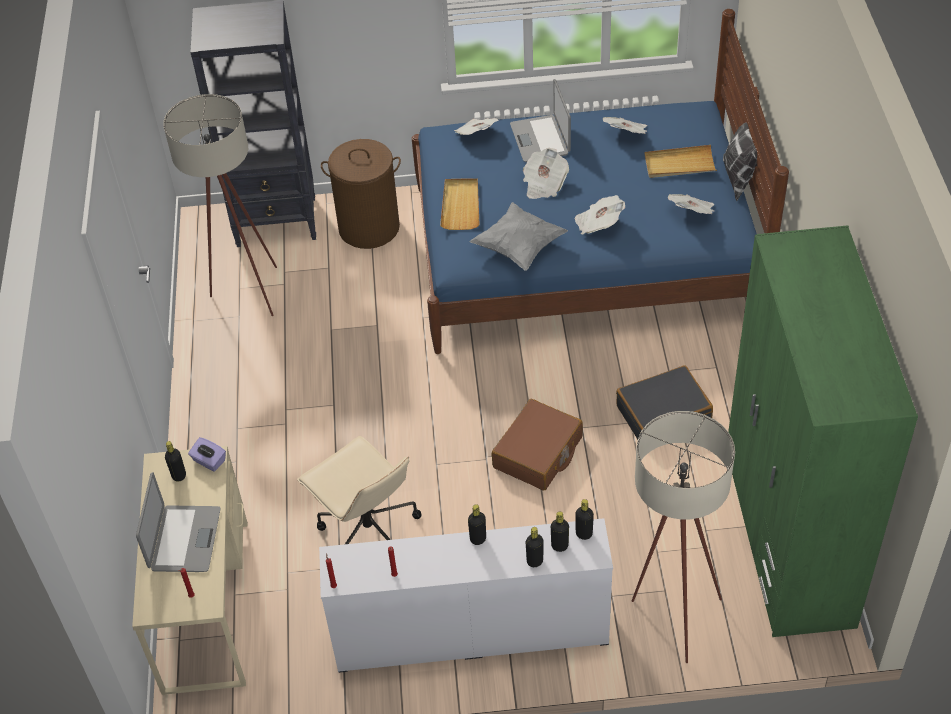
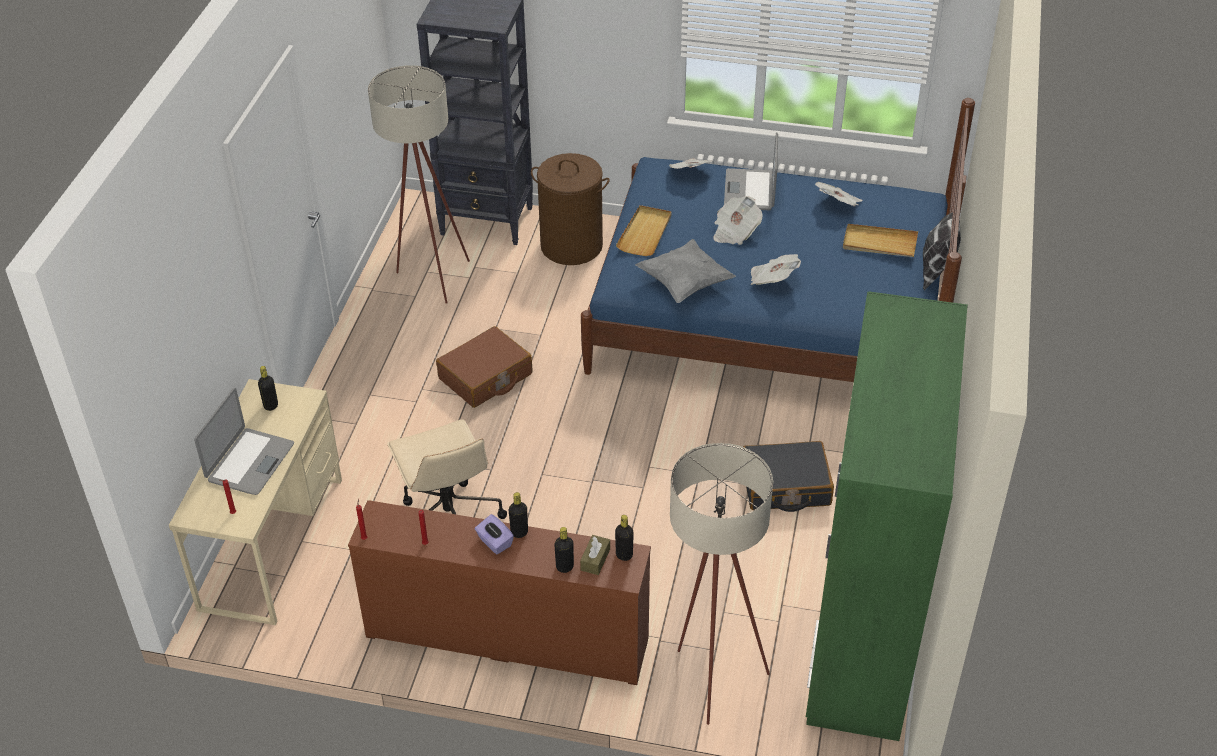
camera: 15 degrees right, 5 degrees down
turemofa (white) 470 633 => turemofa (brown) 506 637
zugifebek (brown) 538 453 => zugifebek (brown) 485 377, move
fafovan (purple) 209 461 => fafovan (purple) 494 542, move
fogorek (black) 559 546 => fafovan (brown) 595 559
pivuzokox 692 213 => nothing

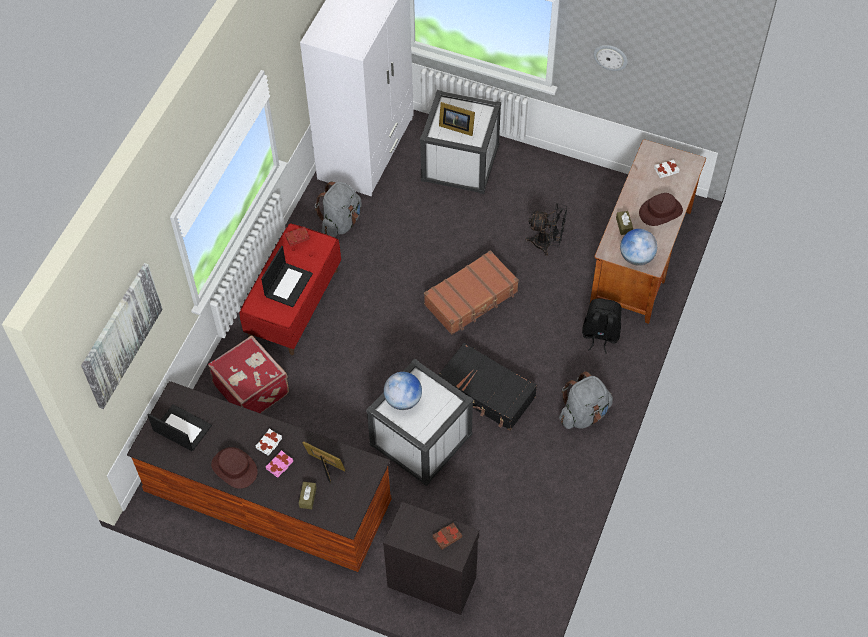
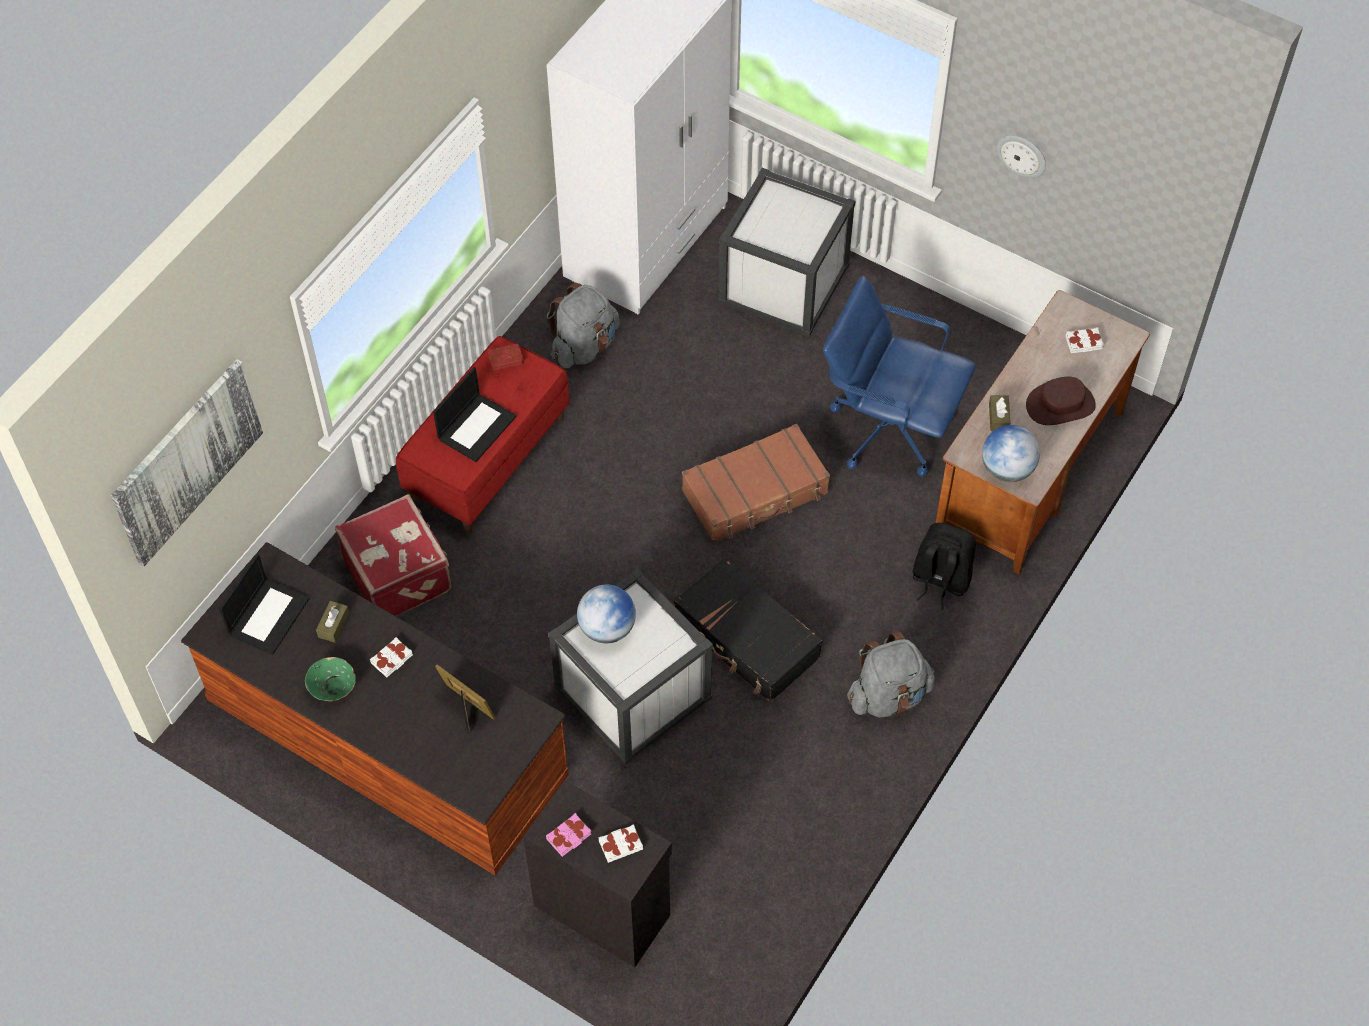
camera: 10 degrees right, 0 degrees up
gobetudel 181 428 => gobetudel 268 615, 75 degrees clockwise
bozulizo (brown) 234 468 => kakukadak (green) 333 688
fafovan (brown) 308 497 => fafovan (brown) 333 625, move
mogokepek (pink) 280 465 => mogokepek (pink) 569 837, move
mogokepek (brown) 447 537 => mogokepek (white) 620 845
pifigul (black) 547 244 => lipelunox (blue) 889 428
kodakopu 456 127 => nothing

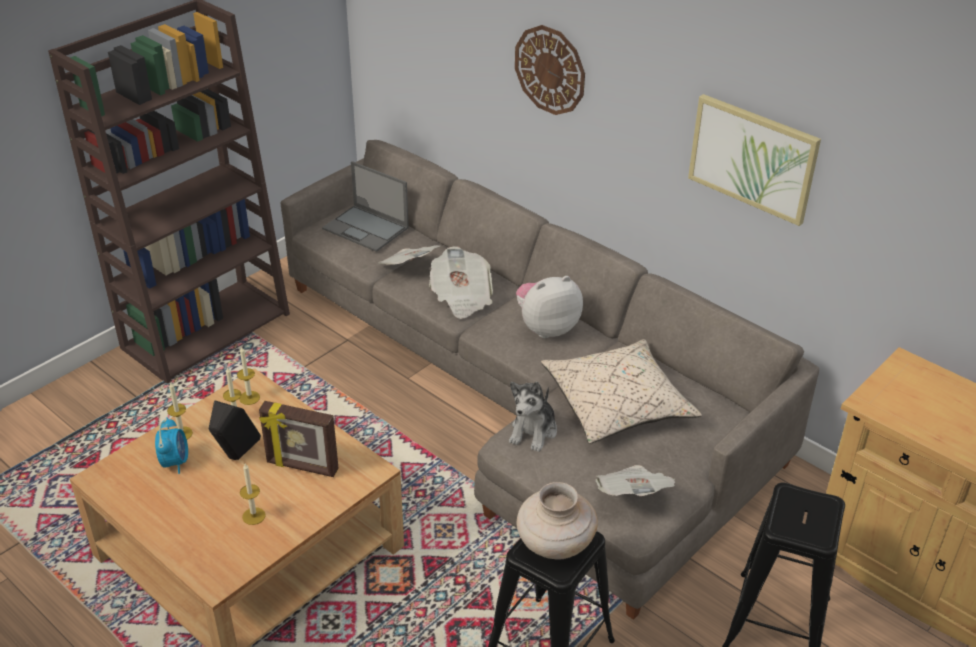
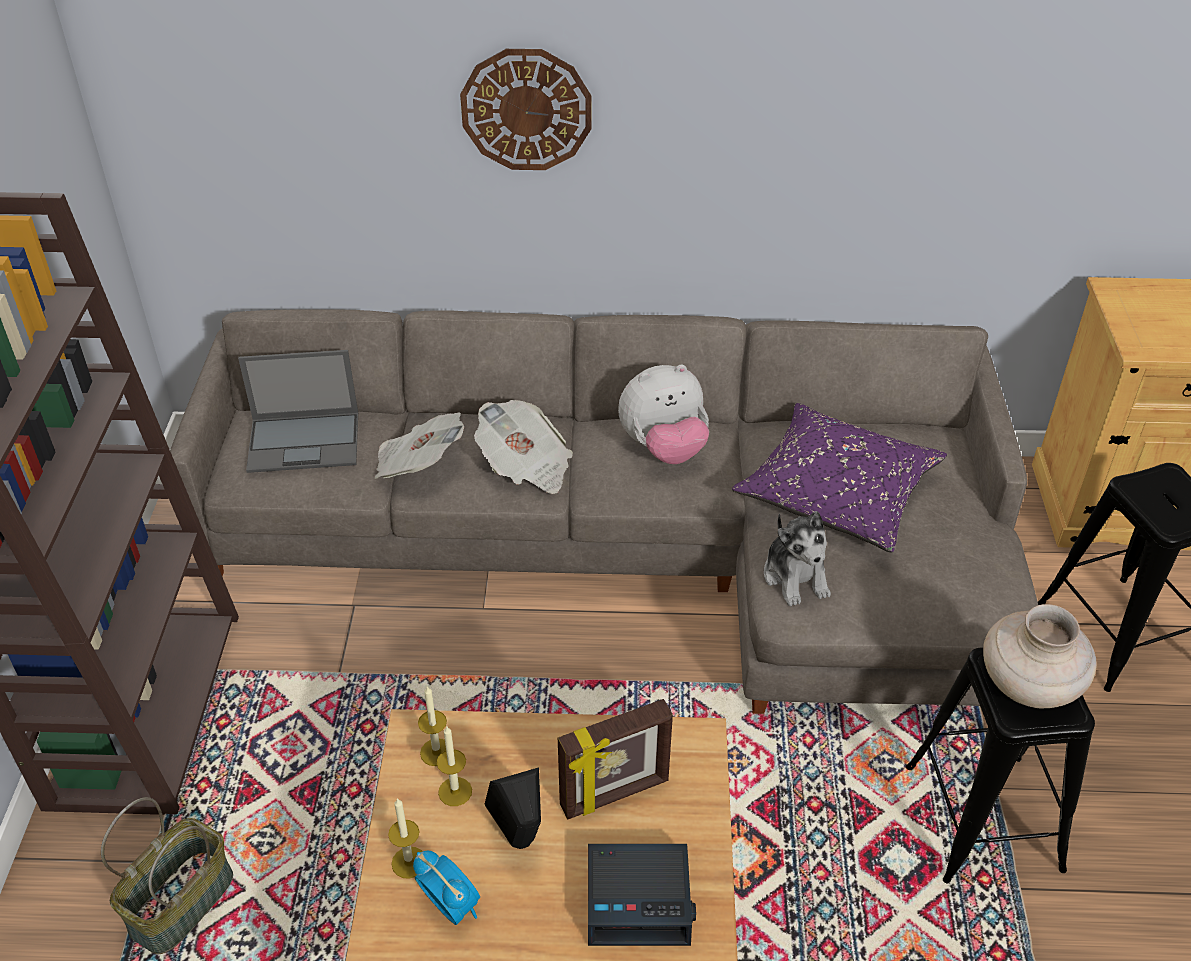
camera: 40 degrees left, 5 degrees up
nothing => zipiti 181 901
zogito 253 516 => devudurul 639 900
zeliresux 546 327 => zeliresux 664 448, 135 degrees counterclockwise
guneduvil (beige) 617 404 => guneduvil (purple) 837 493
pivuzokox 632 496 => nothing
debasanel 753 158 => nothing

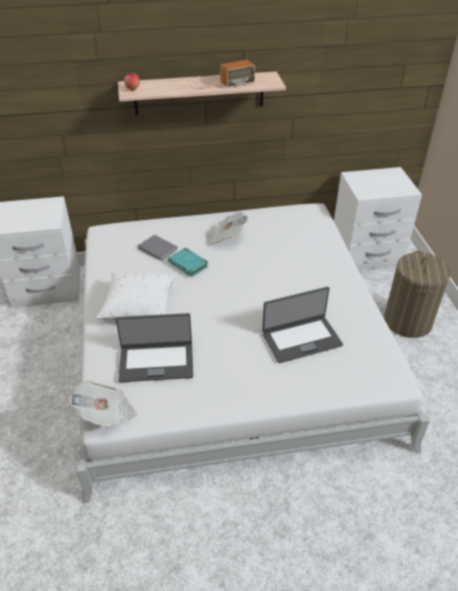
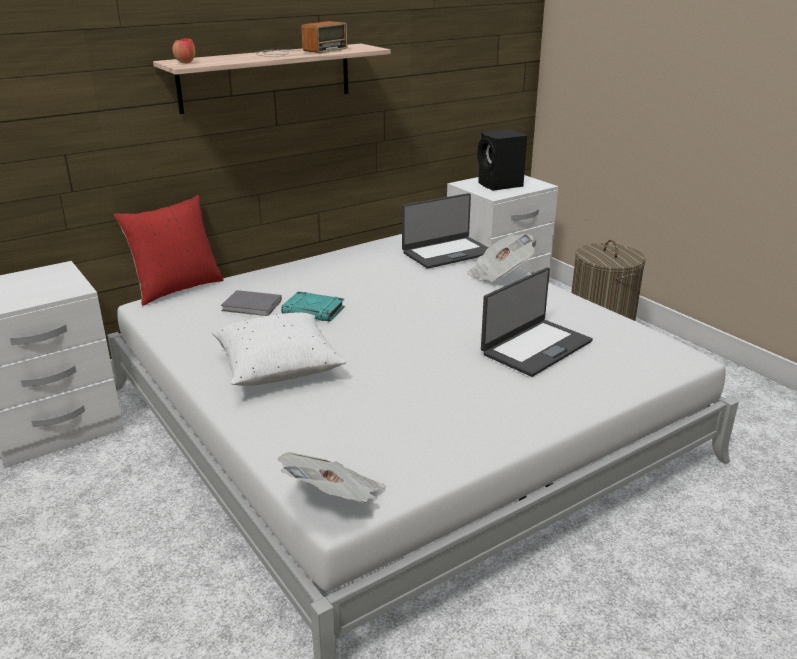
camera: 25 degrees left, 15 degrees down
nothing => guneduvil (red) 177 288
gobetudel 156 362 => gobetudel 447 253, move
pivuzokox 225 238 => pivuzokox 499 273, move
nothing => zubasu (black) 500 185

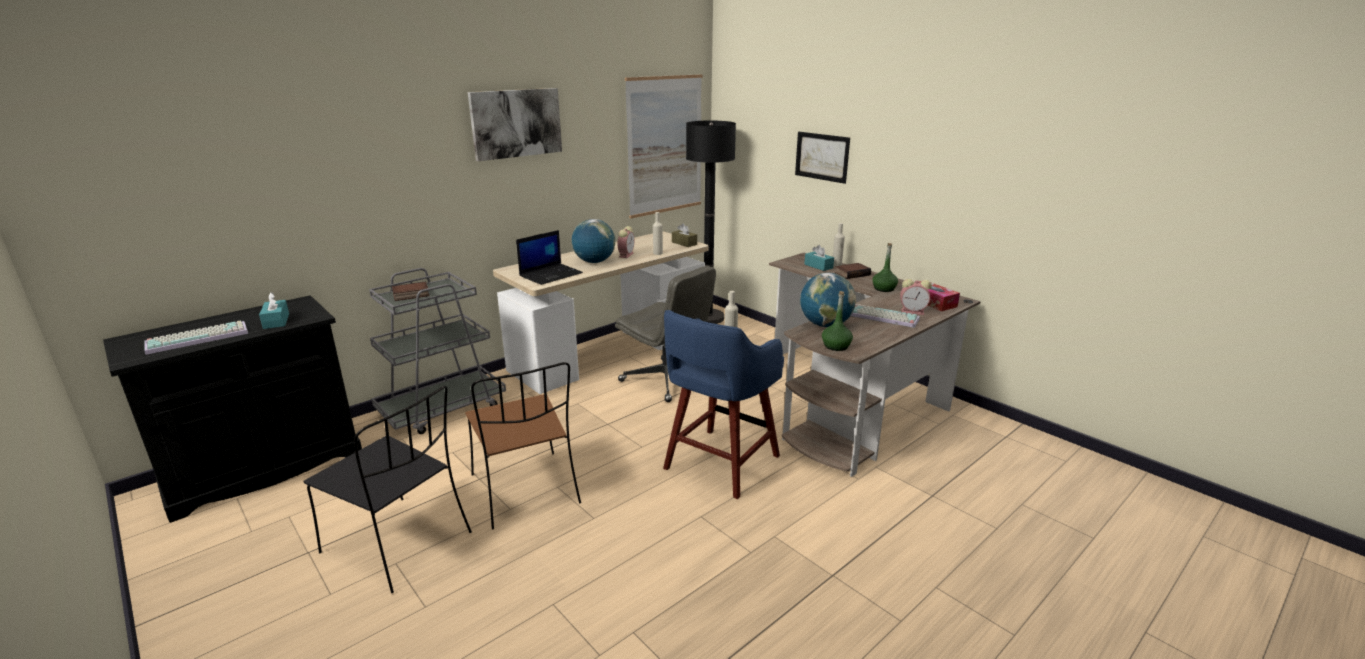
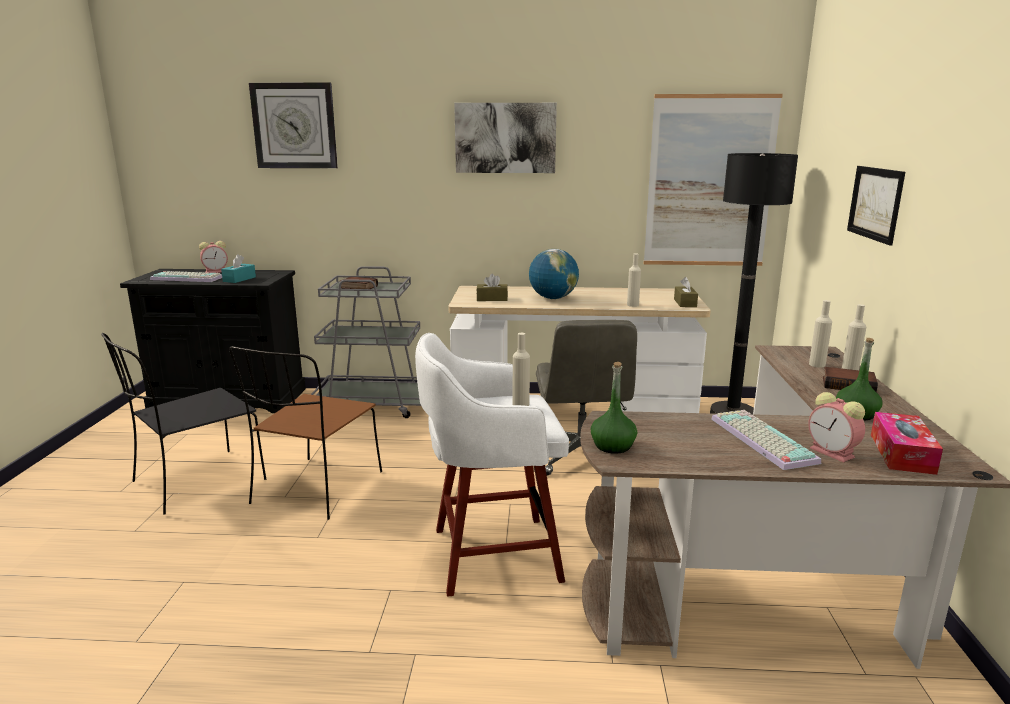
camera: 45 degrees right, 5 degrees down
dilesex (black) 400 544 => dilesex (black) 196 482, 60 degrees clockwise
devudurul 626 255 => devudurul 216 271, move
nothing => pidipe 294 126
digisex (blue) 719 464 => digisex (white) 491 555
gobetudel 551 274 => fafovan (brown) 492 299
fafovan (turquoise) 818 266 => fogorek (beige) 817 365
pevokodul 825 325 => nothing

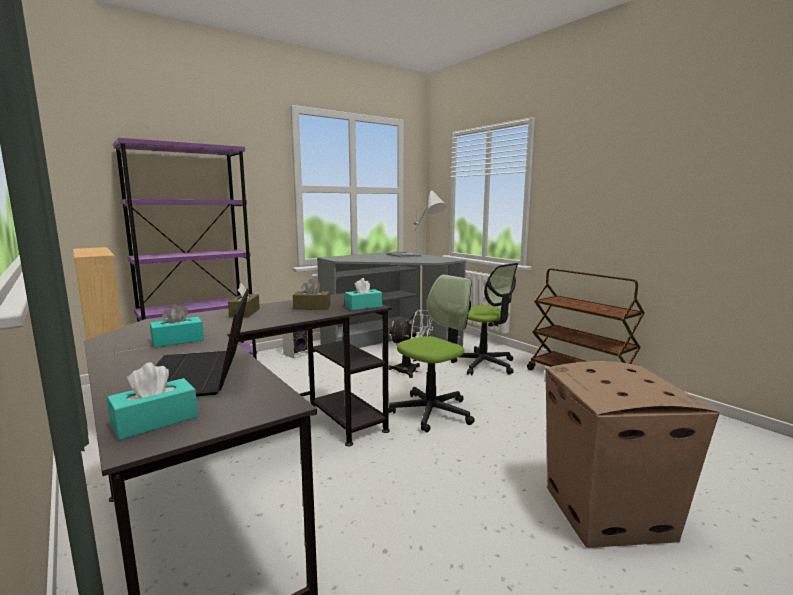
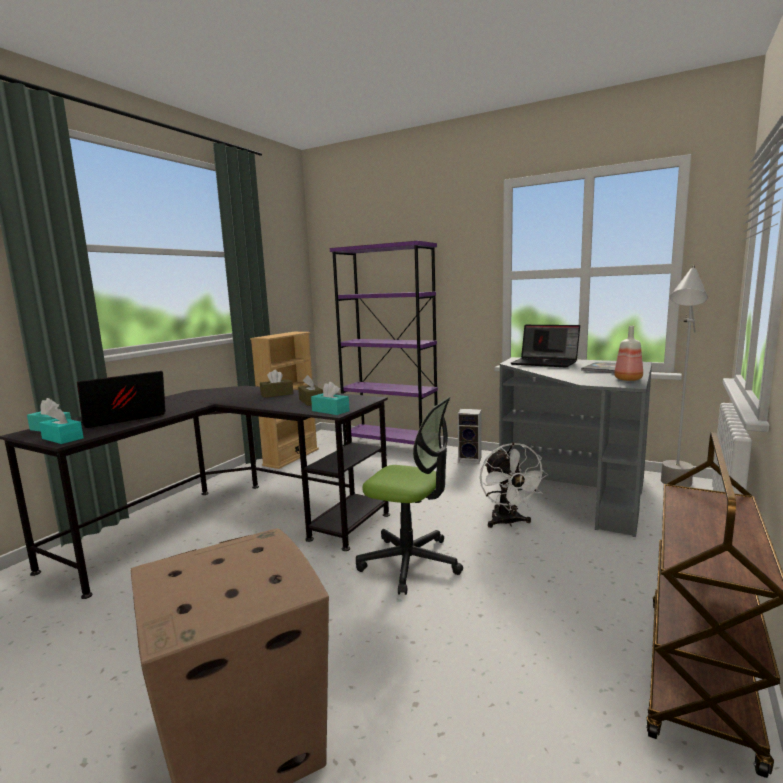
camera: 65 degrees right, 0 degrees up
fafovan (turquoise) 178 340 => fafovan (turquoise) 62 438, move
nothing => gobetudel 545 363
nothing => fogorek 629 379
lipelunox 484 365 => nothing

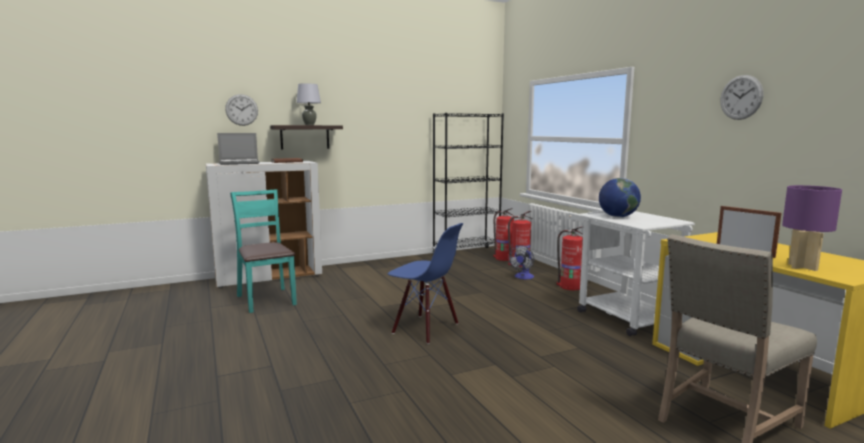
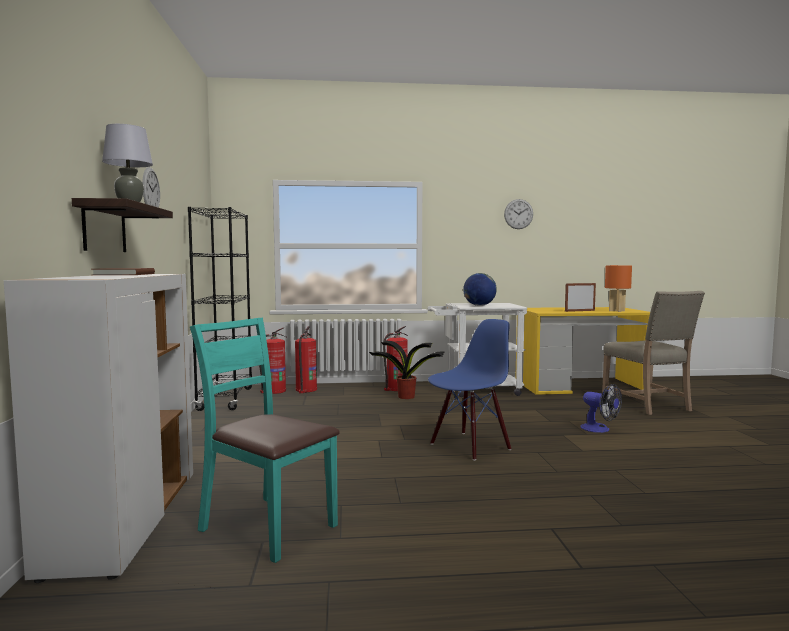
camera: 70 degrees left, 5 degrees down
pidipe 241 110 => pidipe 150 190, move
dilesex (turquoise) 266 300 => dilesex (turquoise) 268 526, 45 degrees clockwise
nothing => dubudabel 405 397
pifigul 523 277 => pifigul 600 429, move
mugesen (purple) 802 267 => mugesen (orange) 617 311
gobetudel 239 163 => nothing

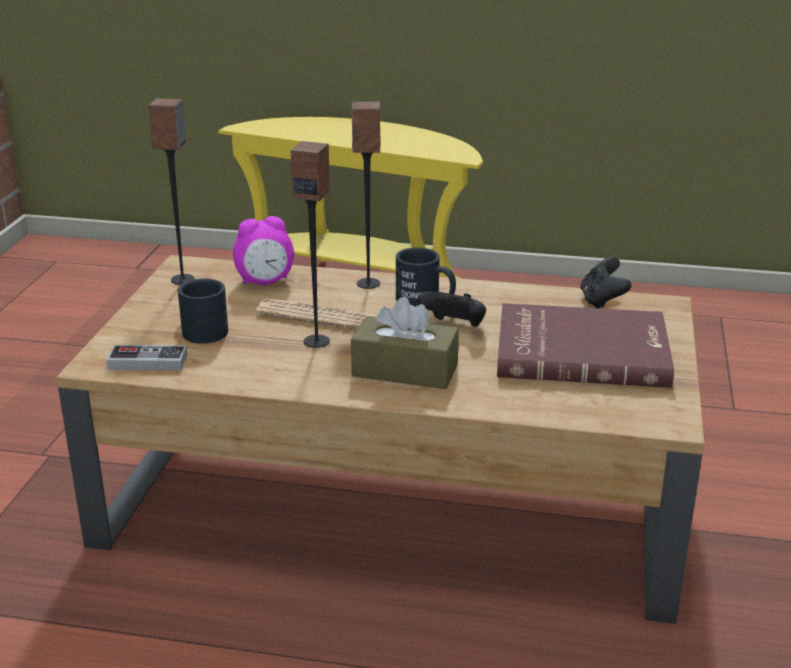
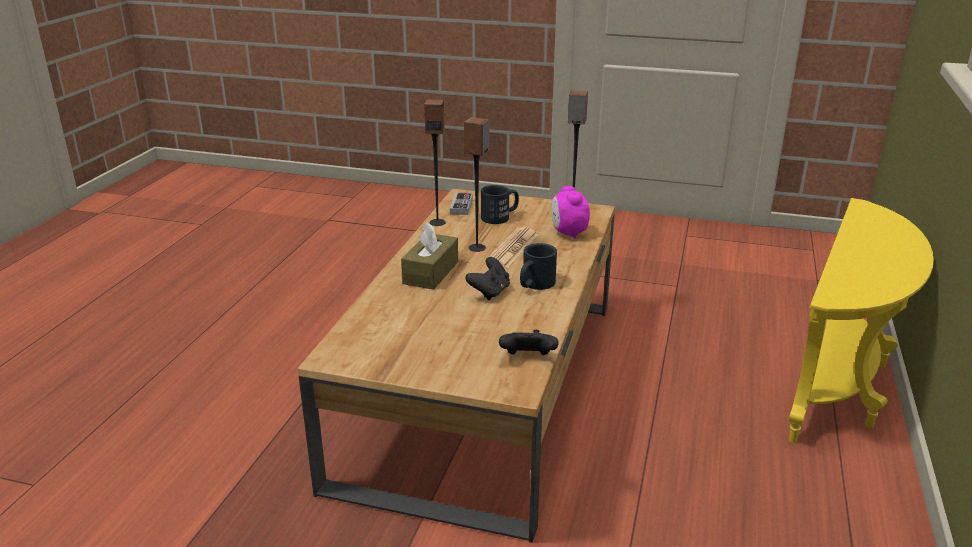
camera: 95 degrees right, 0 degrees up
zubasu 367 283 => zubasu 437 222, move
mogokepek (red) 581 351 => nothing

